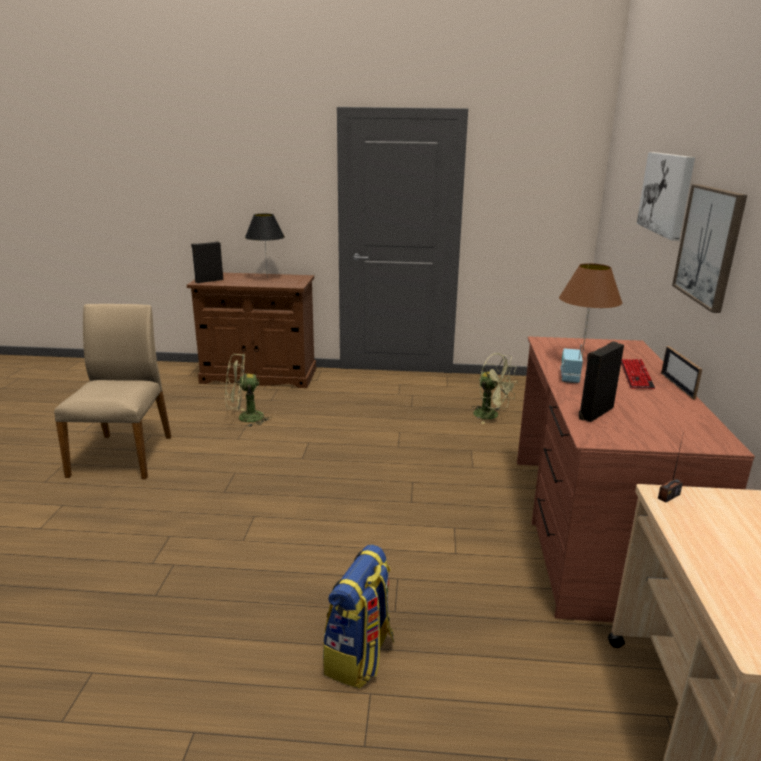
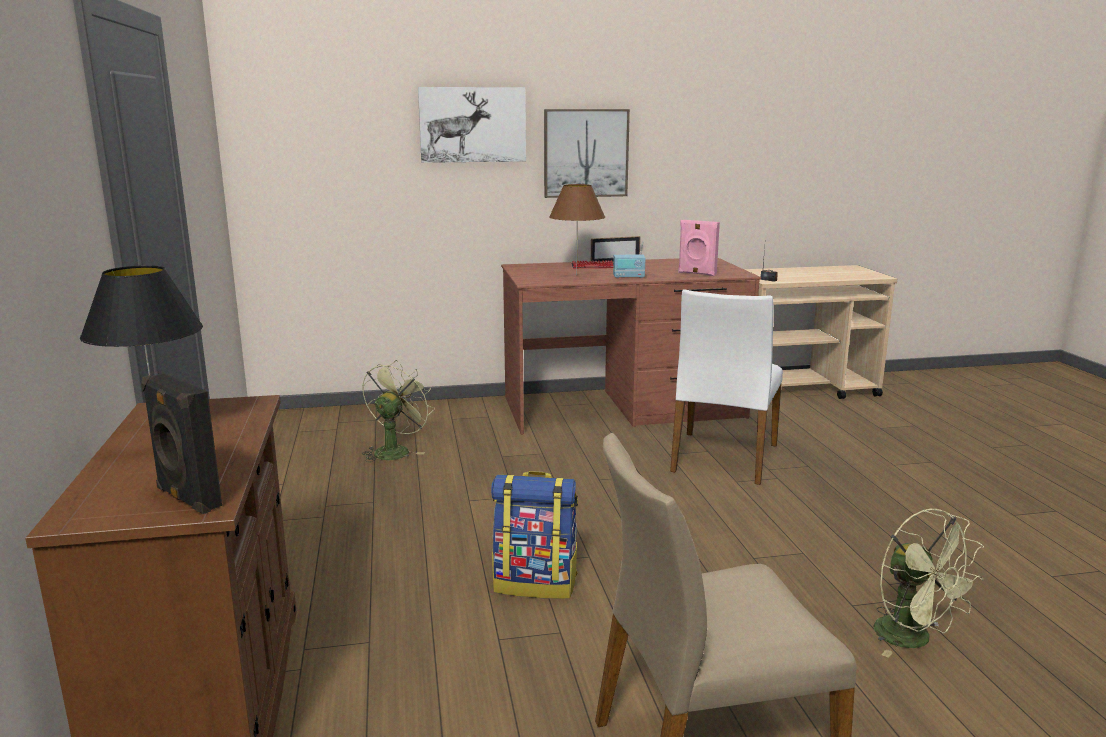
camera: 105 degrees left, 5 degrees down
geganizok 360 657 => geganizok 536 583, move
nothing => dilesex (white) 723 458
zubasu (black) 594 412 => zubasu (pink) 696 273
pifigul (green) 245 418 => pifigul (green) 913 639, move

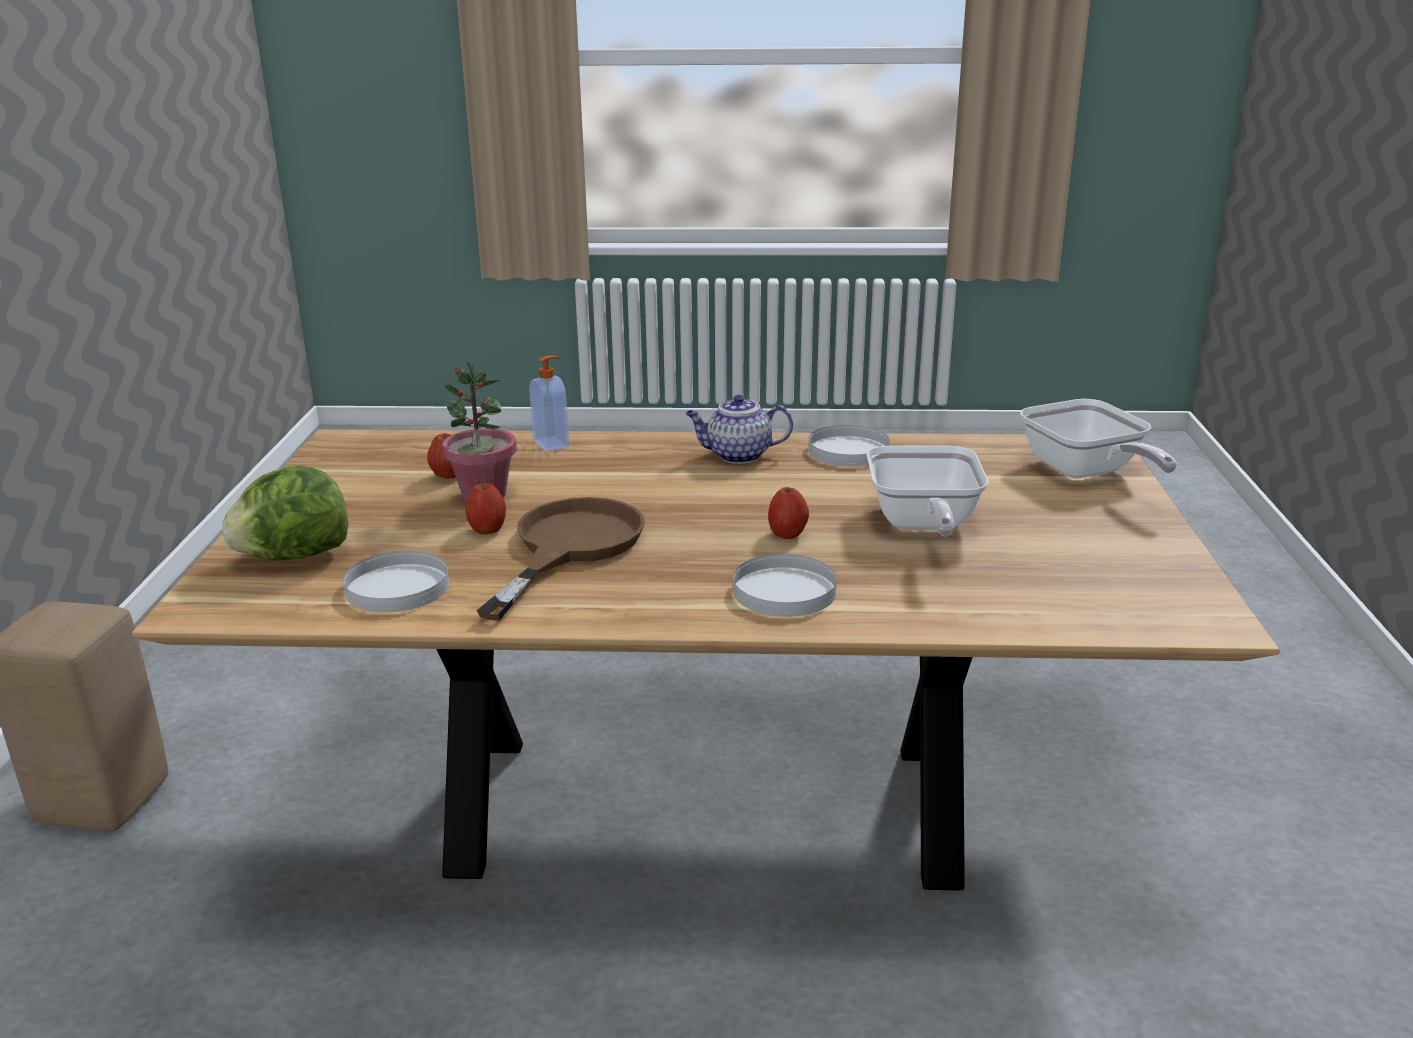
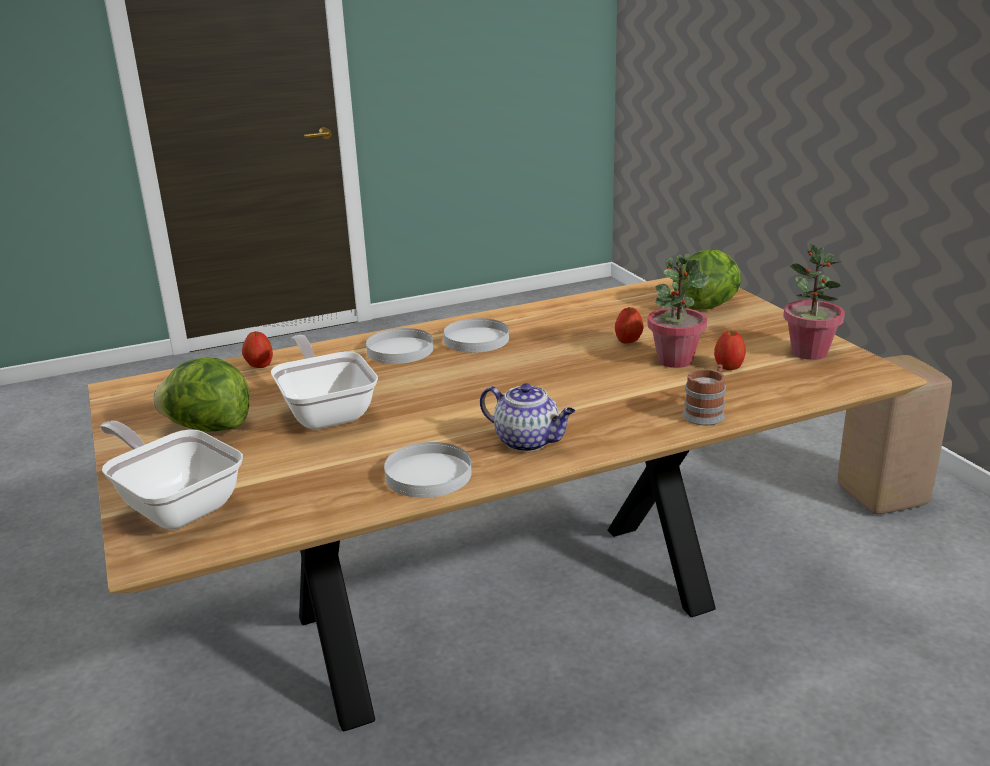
camera: 155 degrees right, 0 degrees up
nothing => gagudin 208 428
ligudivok 787 534 => ligudivok 259 366, move
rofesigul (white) 397 587 => rofesigul (white) 476 339, move
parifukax 737 456 => parifukax 528 441, 60 degrees clockwise
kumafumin 552 444 => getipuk 706 413
nothing => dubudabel 809 353
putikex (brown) 569 547 => nothing

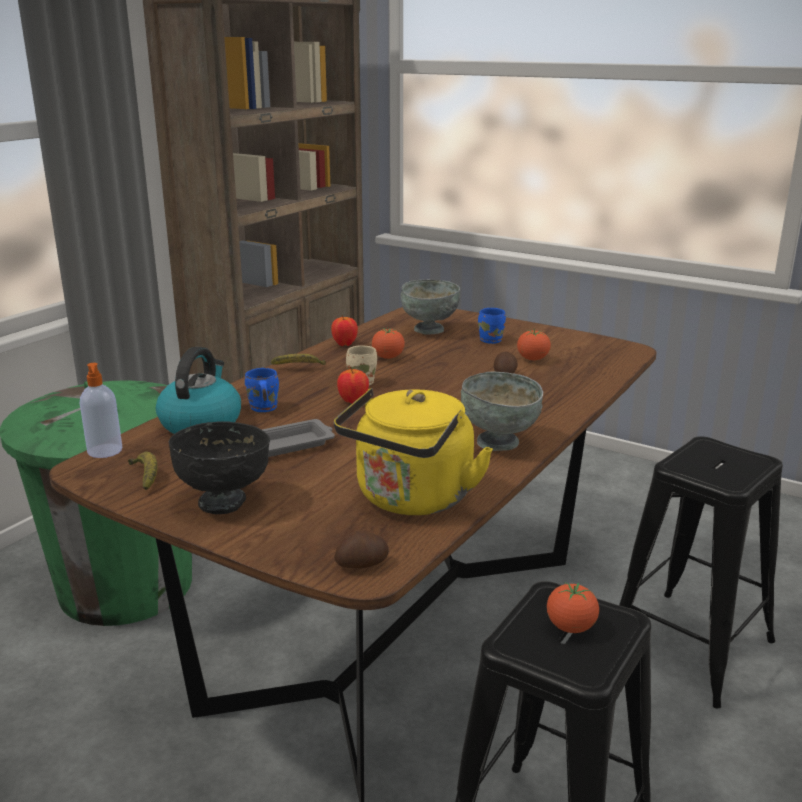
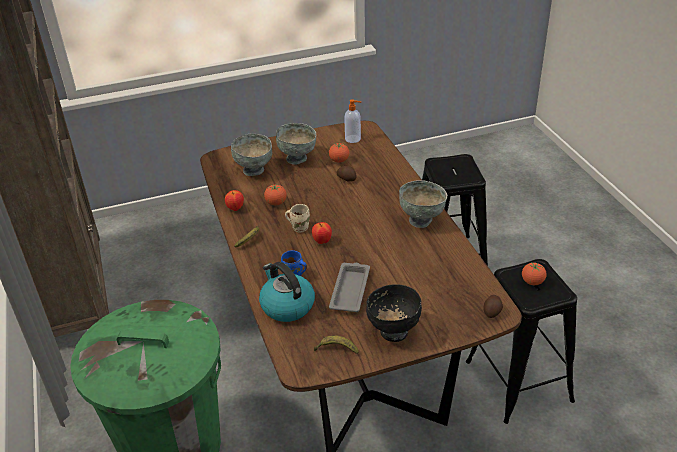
camera: 50 degrees left, 15 degrees up
getipuk (blue) 492 340 => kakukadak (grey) 297 158
kumafumin 105 451 => kumafumin 353 139, move
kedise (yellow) 411 499 => nothing

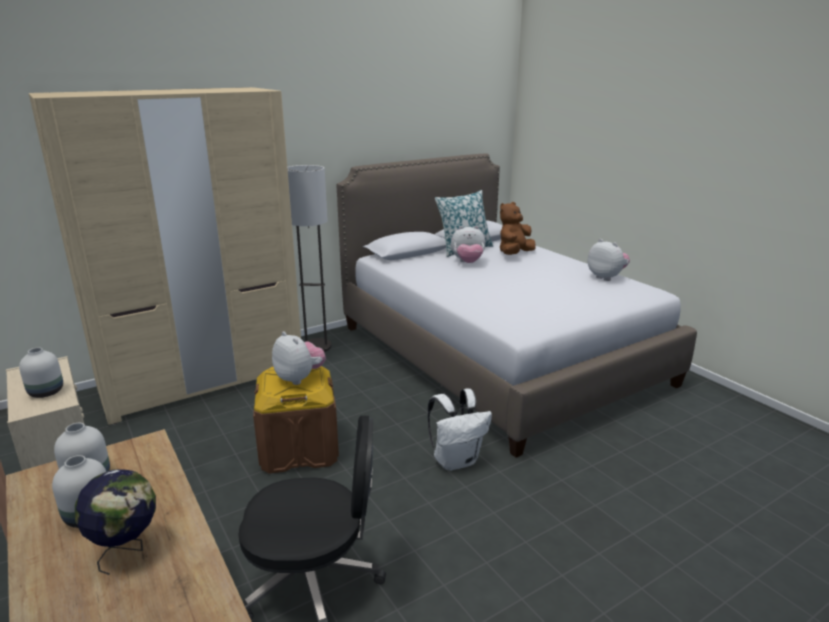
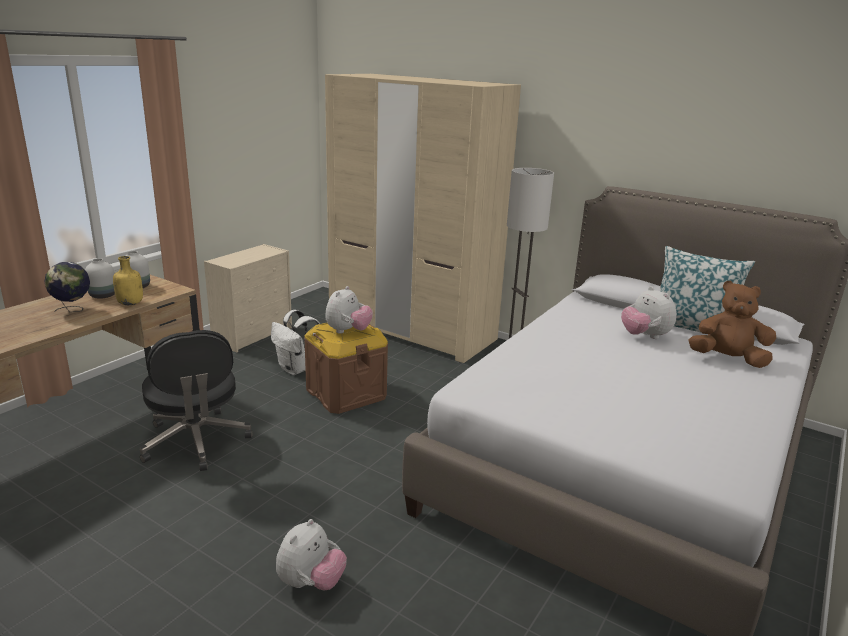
camera: 65 degrees right, 0 degrees up
nothing => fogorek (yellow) 131 303
geganizok (white) 456 460 => geganizok (white) 296 369, move
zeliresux 606 277 => zeliresux 311 583, move
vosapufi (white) 47 392 => nothing

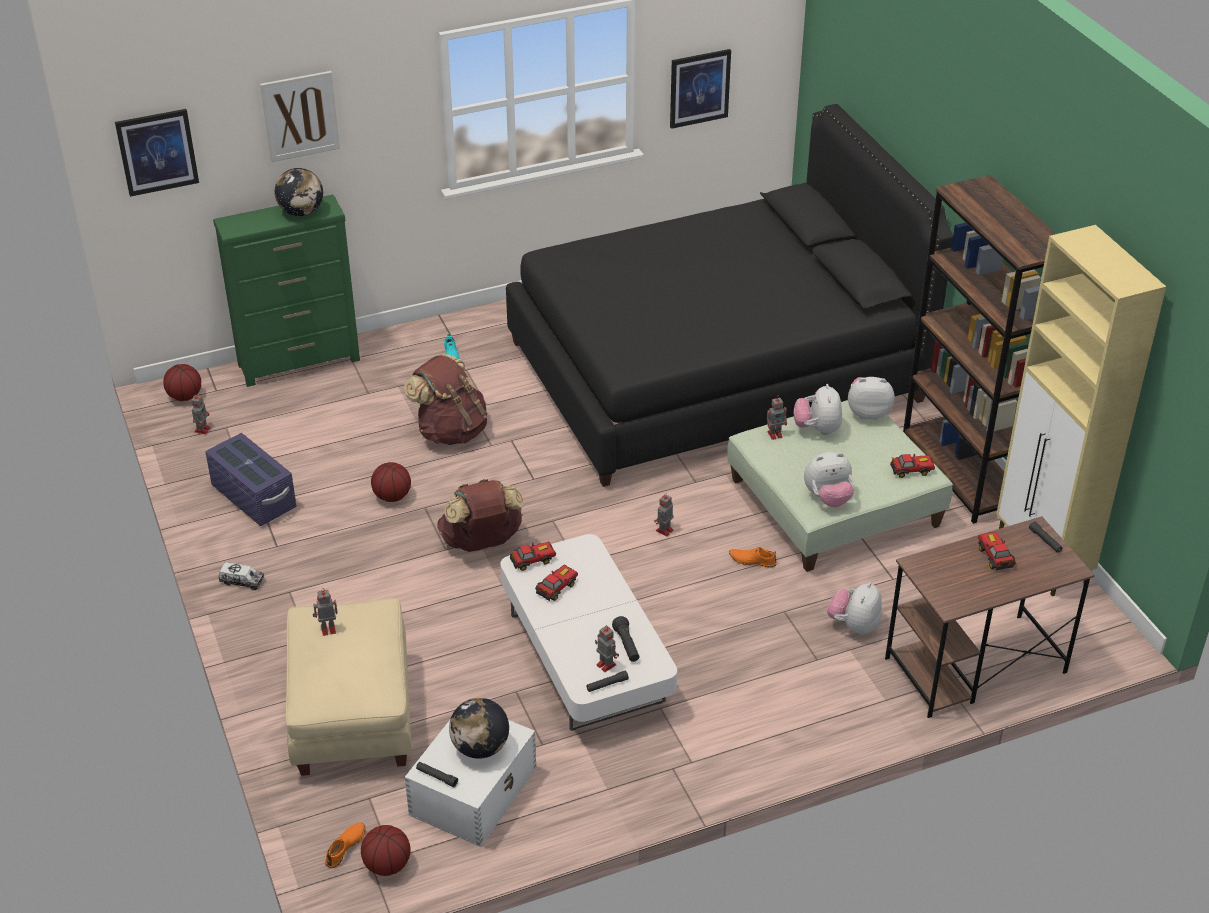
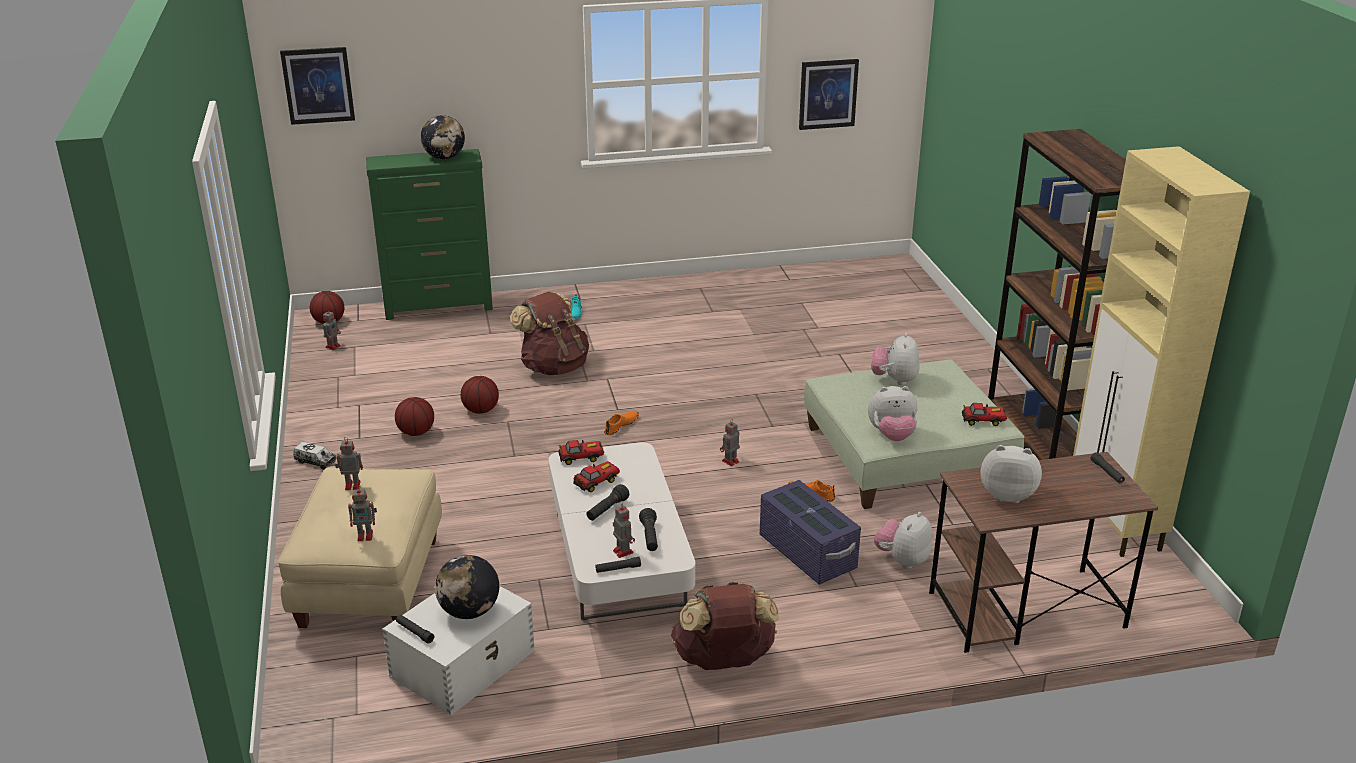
camera: 10 degrees right, 10 degrees down
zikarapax 775 434 => zikarapax 366 535, move
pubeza 387 865 => pubeza 416 432, move
nothing => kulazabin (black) 607 510
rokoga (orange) 345 847 => rokoga (orange) 621 425, move
geganizok (brown) 482 543 => geganizok (brown) 723 661, move
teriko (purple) 254 497 => teriko (purple) 807 552, move
zeliresux 868 413 => zeliresux 1007 494, move
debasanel 300 116 => nothing
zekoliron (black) 714 371 => nothing
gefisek 994 556 => nothing

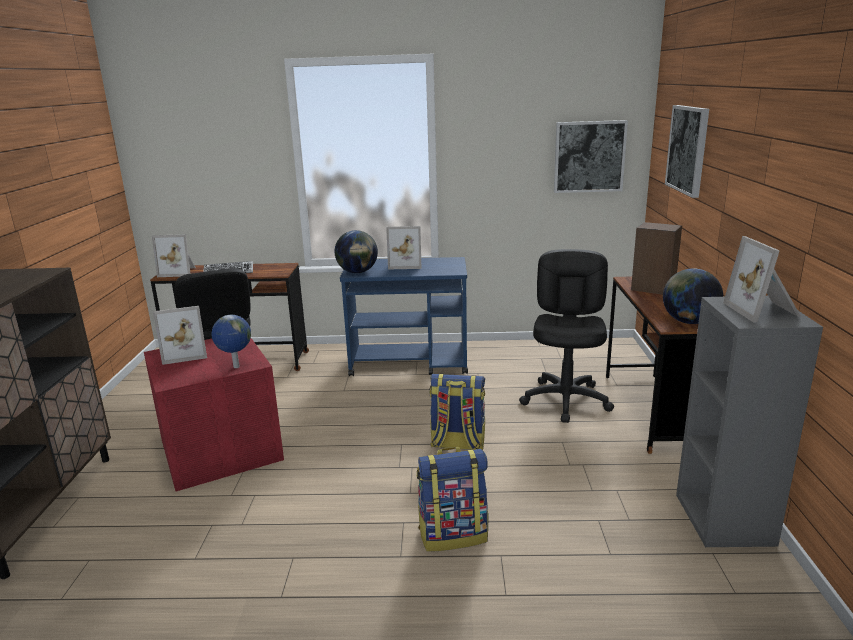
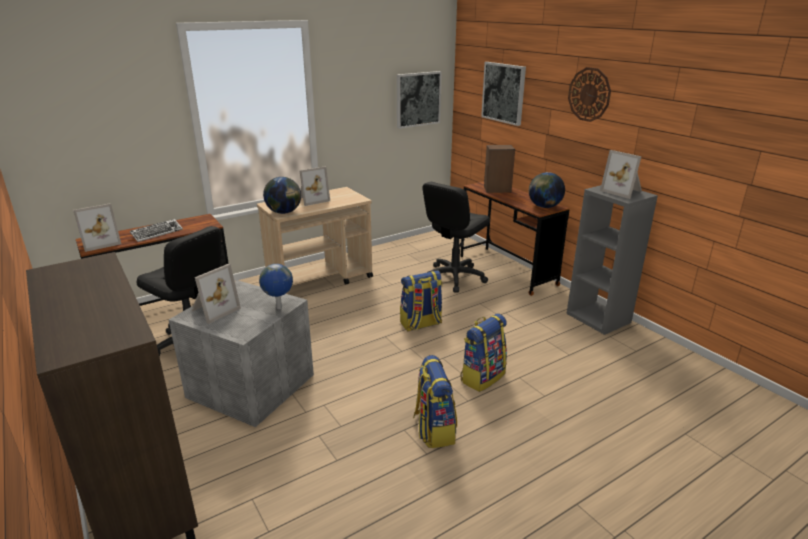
camera: 35 degrees left, 5 degrees up
teriko (red) 222 448 => teriko (grey) 251 384
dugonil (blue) 410 363 => dugonil (beige) 320 280
nothing => geganizok 433 429
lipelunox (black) 566 400 => lipelunox (black) 454 277, 120 degrees counterclockwise
nothing => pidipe 589 94

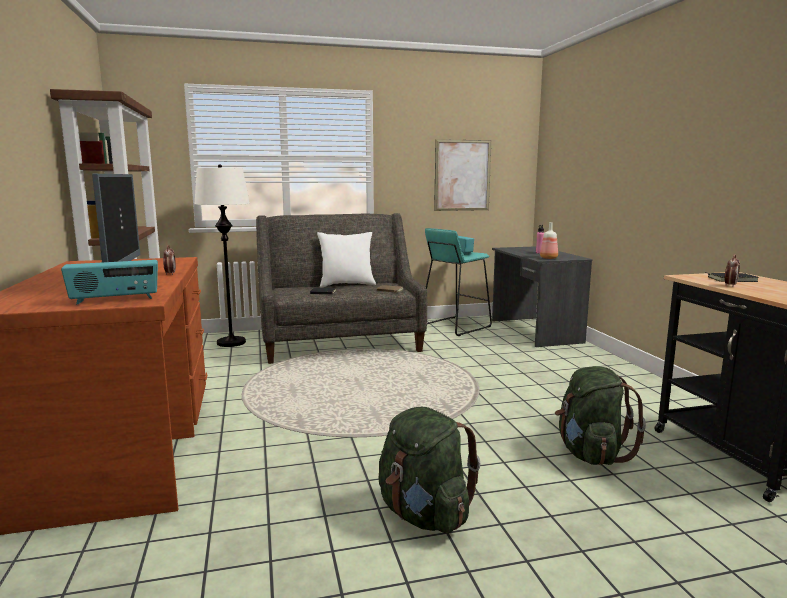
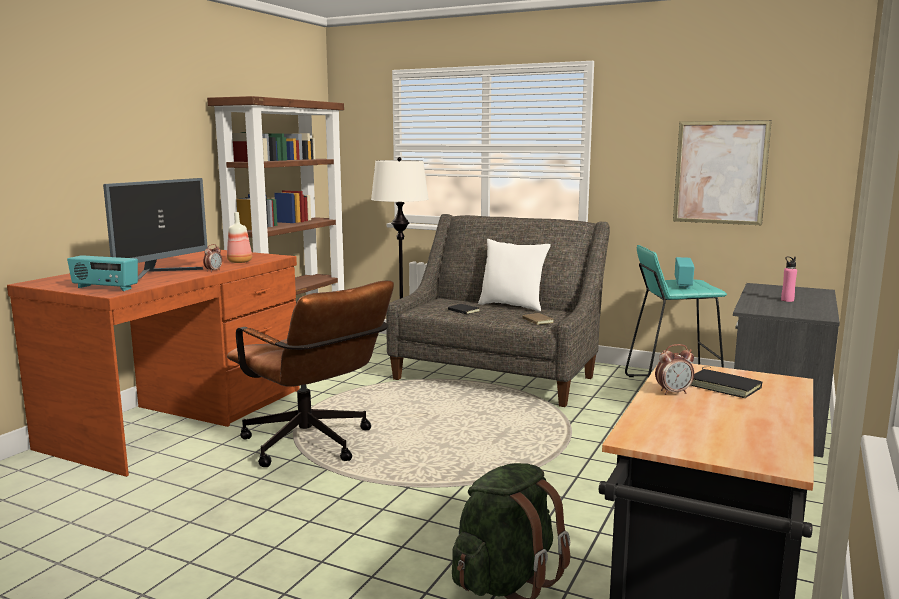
camera: 40 degrees right, 0 degrees up
fogorek 548 258 => fogorek 240 262, move
nothing => lipelunox (brown) 313 446
geganizok (green) 424 515 => nothing

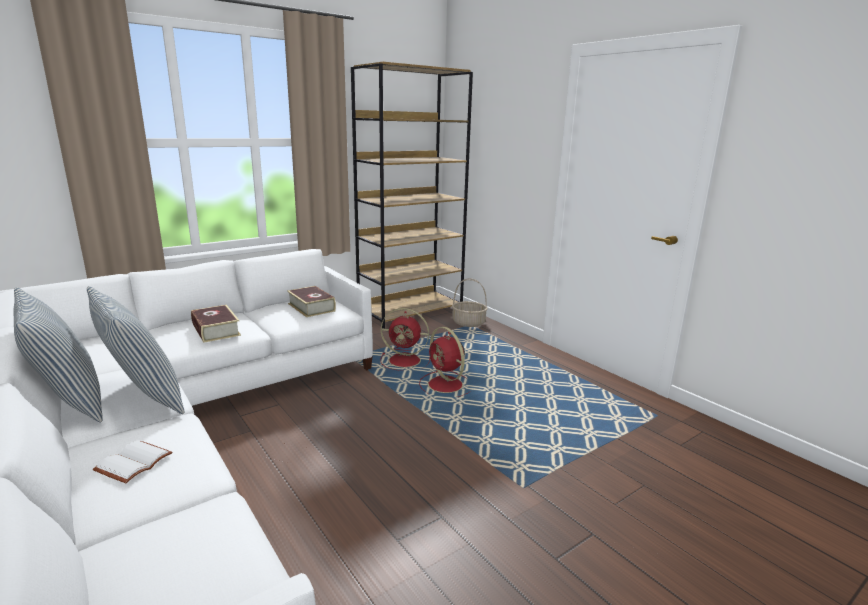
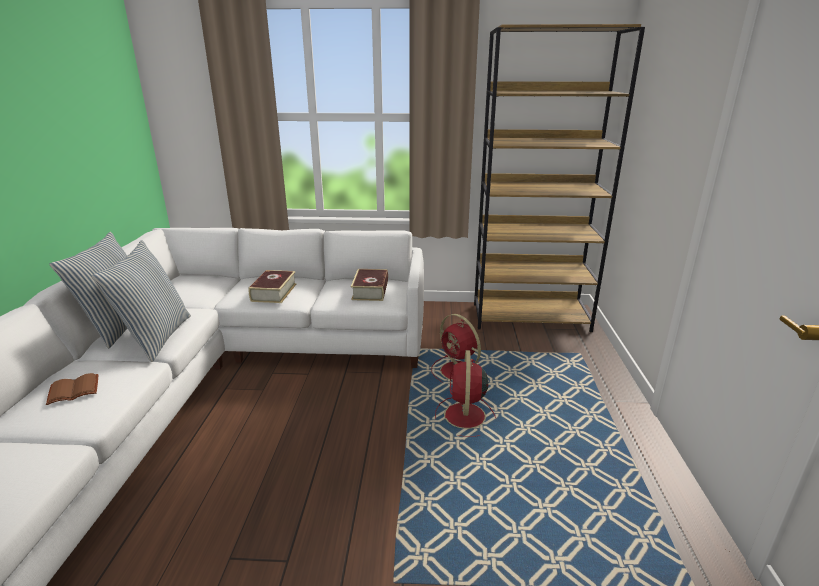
camera: 40 degrees right, 5 degrees up
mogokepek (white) 133 462 => mogokepek (brown) 75 389
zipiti 469 323 => nothing

